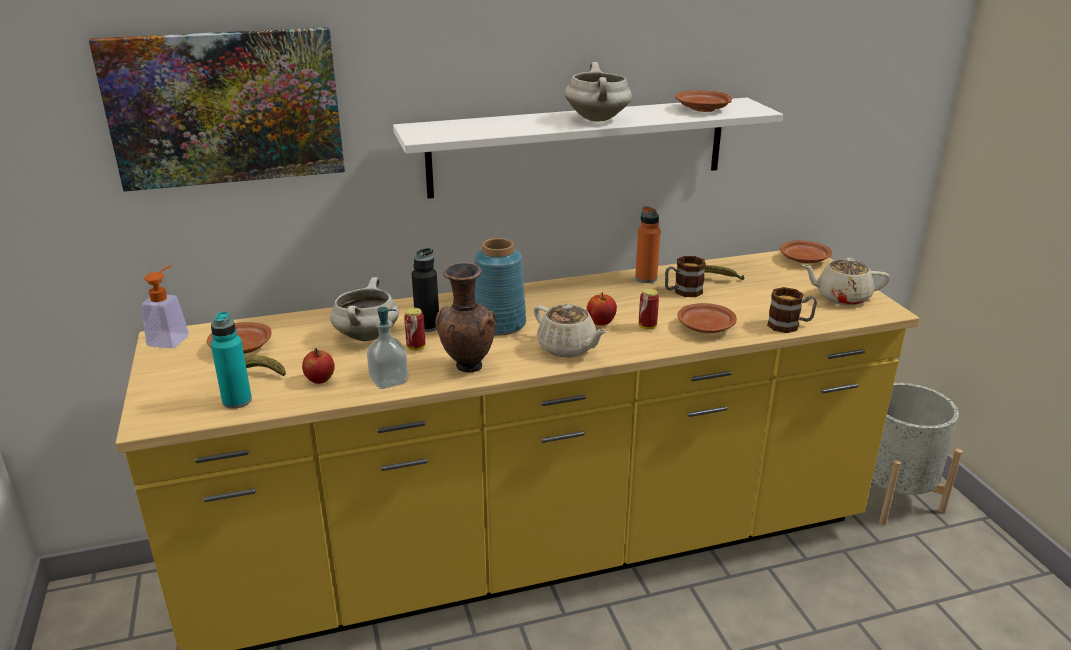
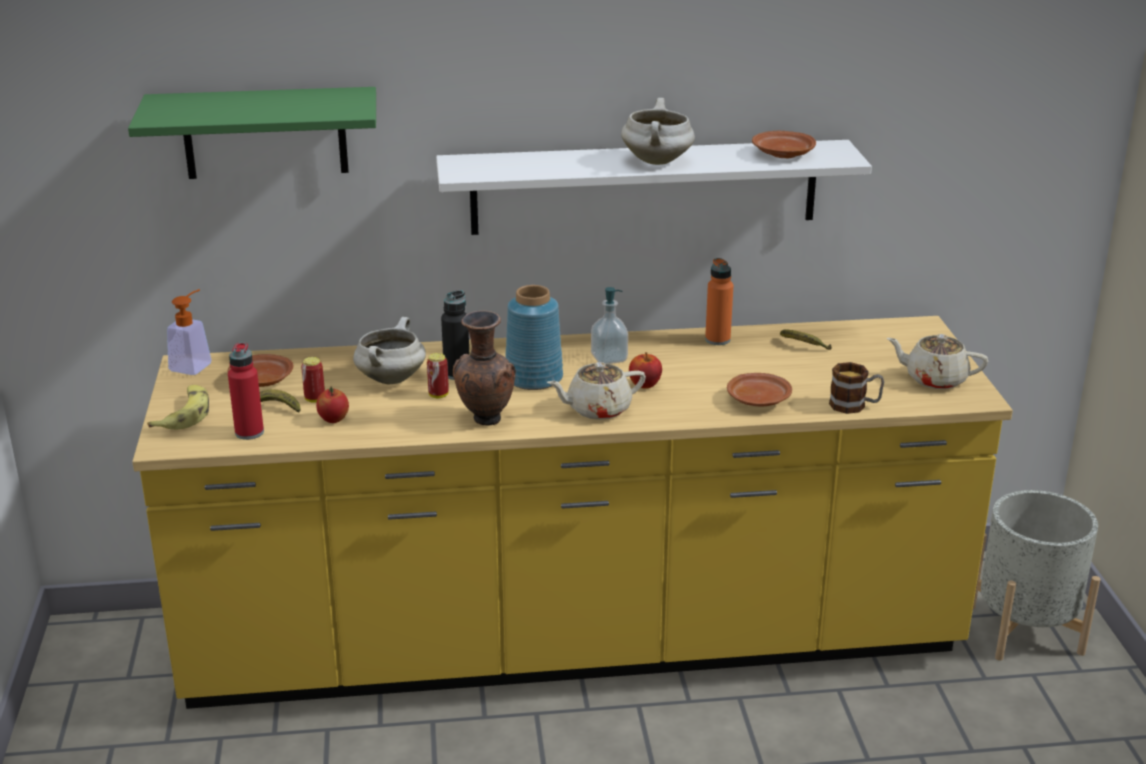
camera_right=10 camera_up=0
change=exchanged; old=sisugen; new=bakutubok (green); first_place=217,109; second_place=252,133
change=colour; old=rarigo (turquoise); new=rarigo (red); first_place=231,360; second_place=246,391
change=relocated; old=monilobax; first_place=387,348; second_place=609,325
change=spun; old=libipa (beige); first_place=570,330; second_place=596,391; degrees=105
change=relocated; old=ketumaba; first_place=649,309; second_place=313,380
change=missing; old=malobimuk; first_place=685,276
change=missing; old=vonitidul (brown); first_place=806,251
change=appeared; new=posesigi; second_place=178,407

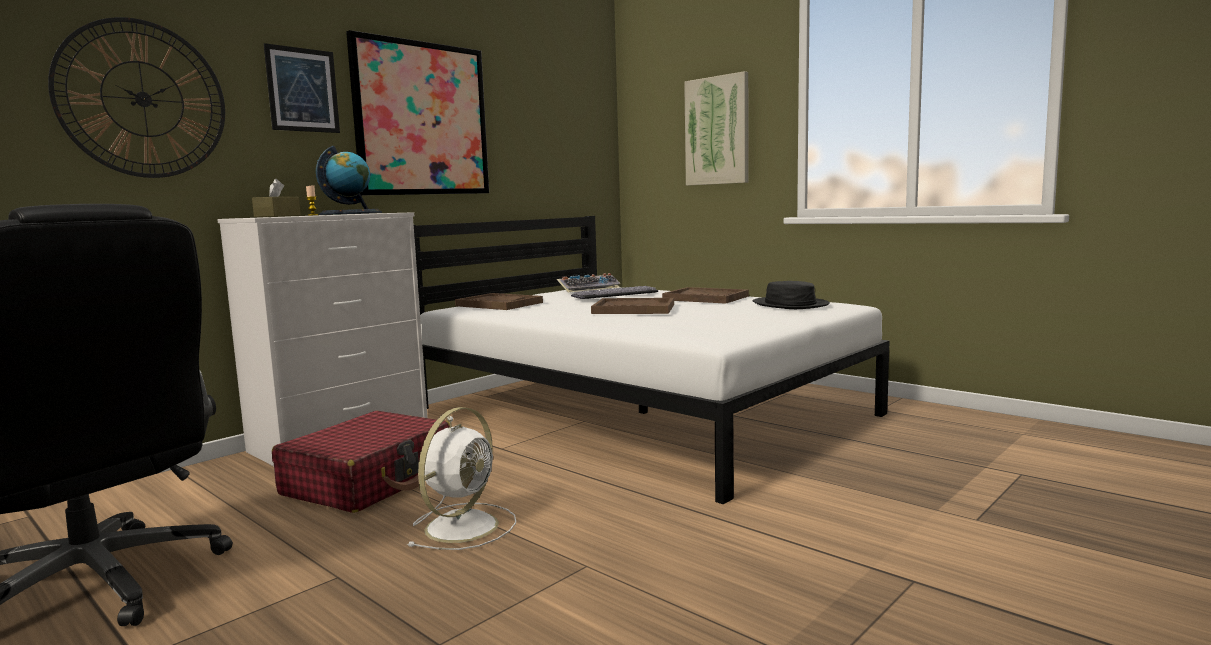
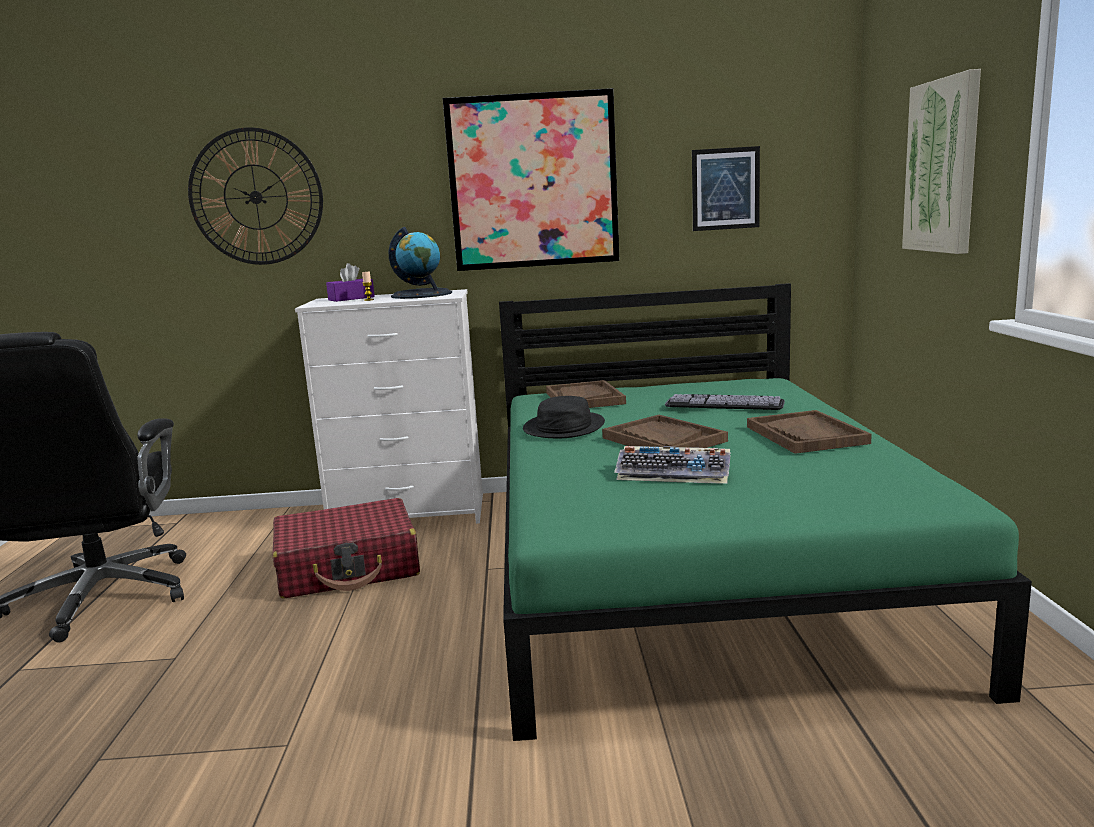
camera_right=45 camera_up=5
change=colour; old=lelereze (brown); new=lelereze (purple); first_place=276,197; second_place=350,282
change=relocated; old=sisugen; first_place=302,88; second_place=726,188
change=missing; old=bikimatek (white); first_place=461,478
change=colour; old=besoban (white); new=besoban (green); first_place=651,360; second_place=765,512
change=relocated; old=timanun; first_place=589,283; second_place=672,465
change=relocated; old=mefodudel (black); first_place=791,295; second_place=564,417

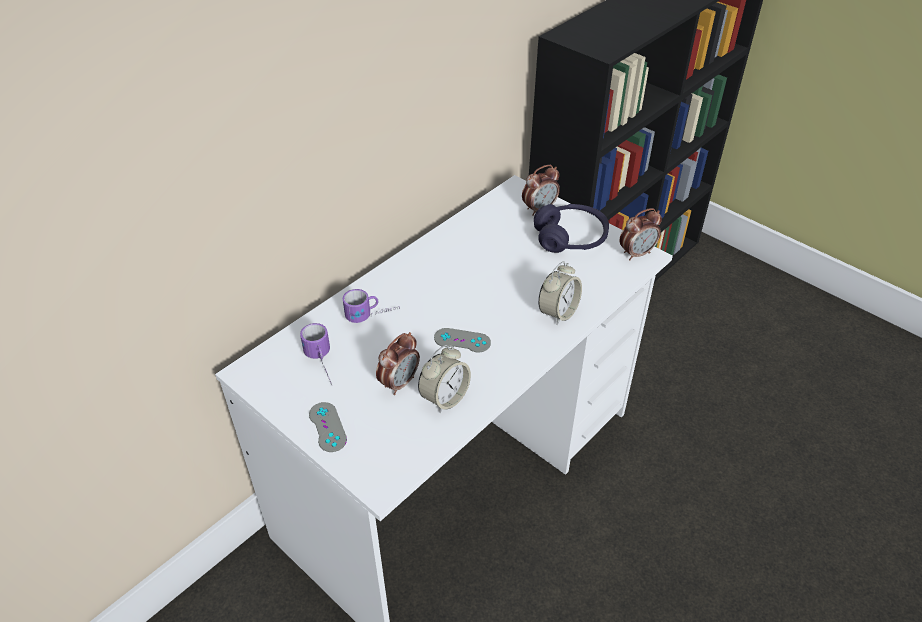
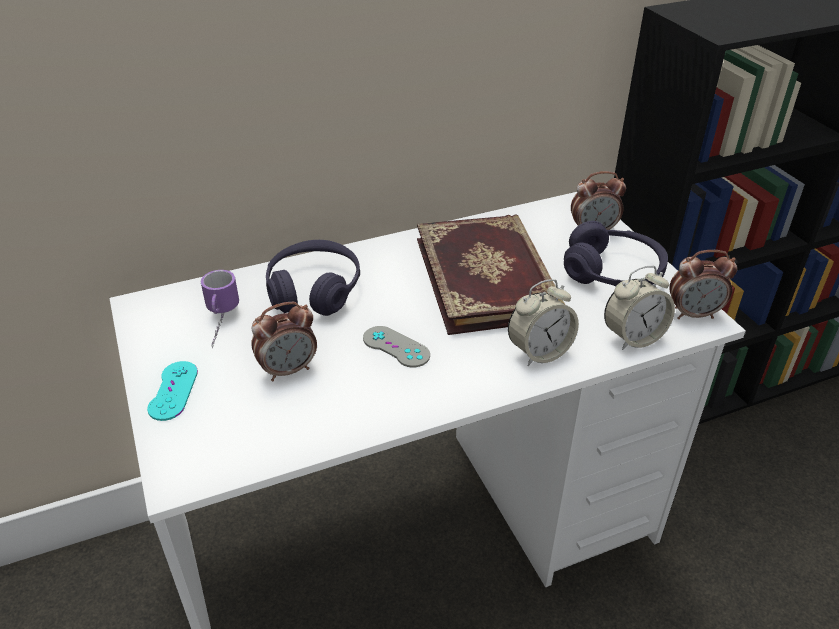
camera_right=25 camera_up=-5
change=colour; old=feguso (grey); new=feguso (turquoise); first_place=328,427; second_place=172,391
change=exchanged; old=malobimuk; new=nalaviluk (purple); first_place=371,306; second_place=313,278
change=relocated; old=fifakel; first_place=444,379; second_place=639,308
change=appeared; new=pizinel; second_place=491,274

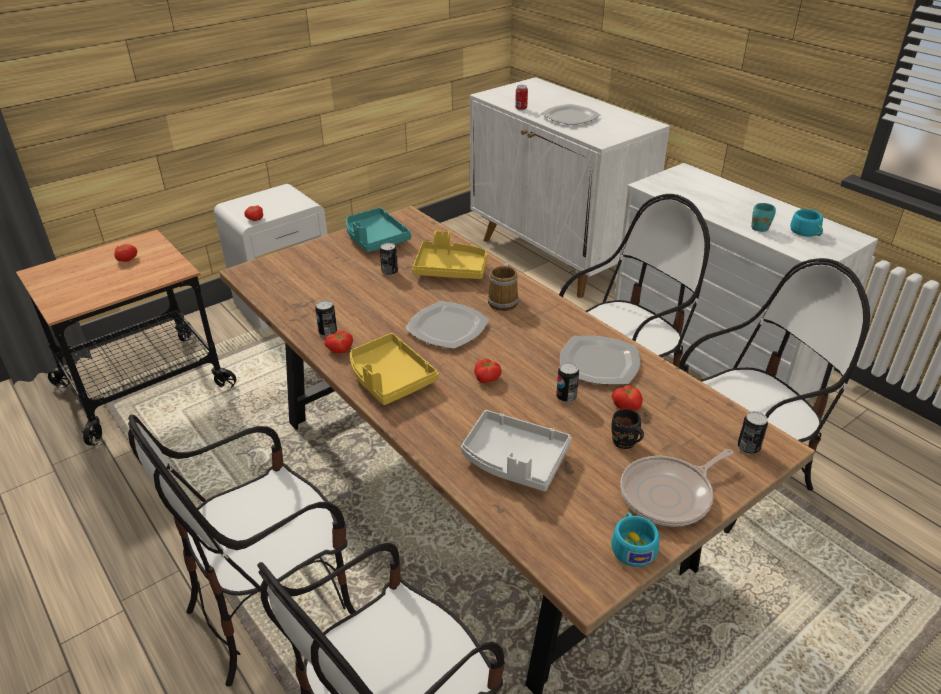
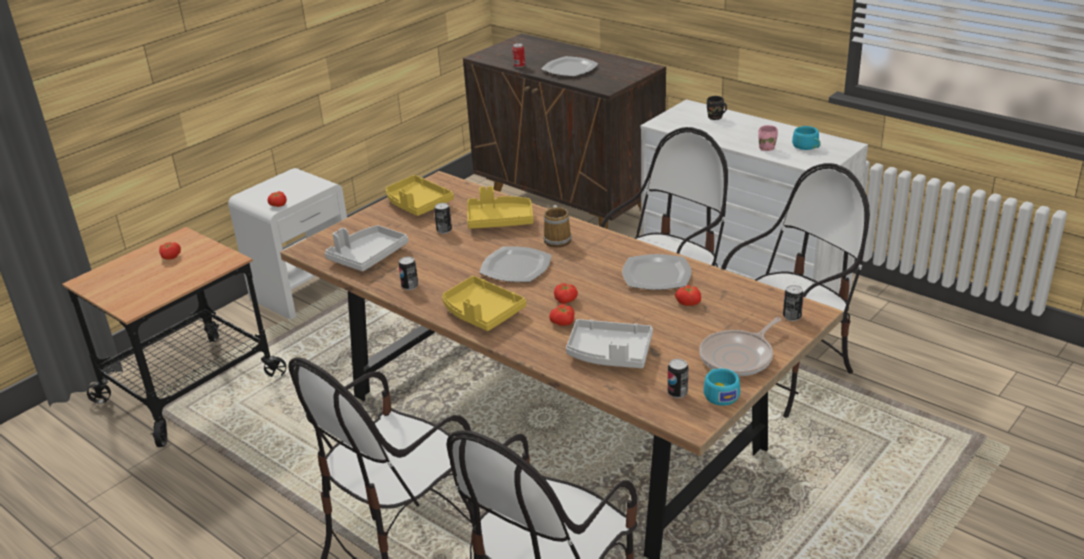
camera_right=-10 camera_up=-5
change=relocated; old=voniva; first_place=339,342; second_place=561,315
change=colour; old=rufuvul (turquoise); new=rufuvul (yellow); first_place=378,229; second_place=420,195
change=colour; old=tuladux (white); new=tuladux (brown); first_place=570,187; second_place=564,131
change=relocated; old=ketumaba; first_place=567,382; second_place=678,378
change=relocated; old=malobimuk (black); first_place=627,429; second_place=717,108
change=colour; old=malobimuk (turquoise); new=malobimuk (pink); first_place=763,217; second_place=768,138
change=appeared; new=rufuvul (grey); second_place=366,248

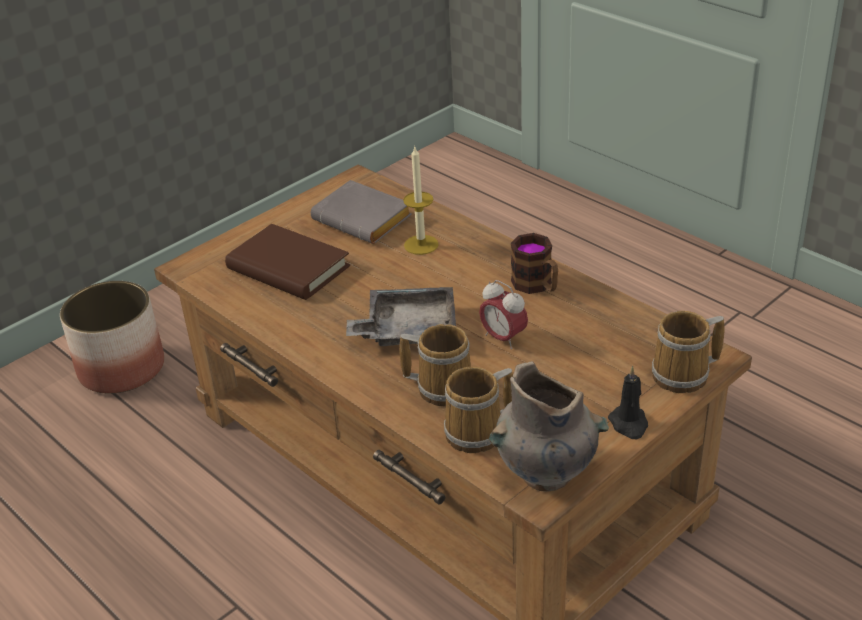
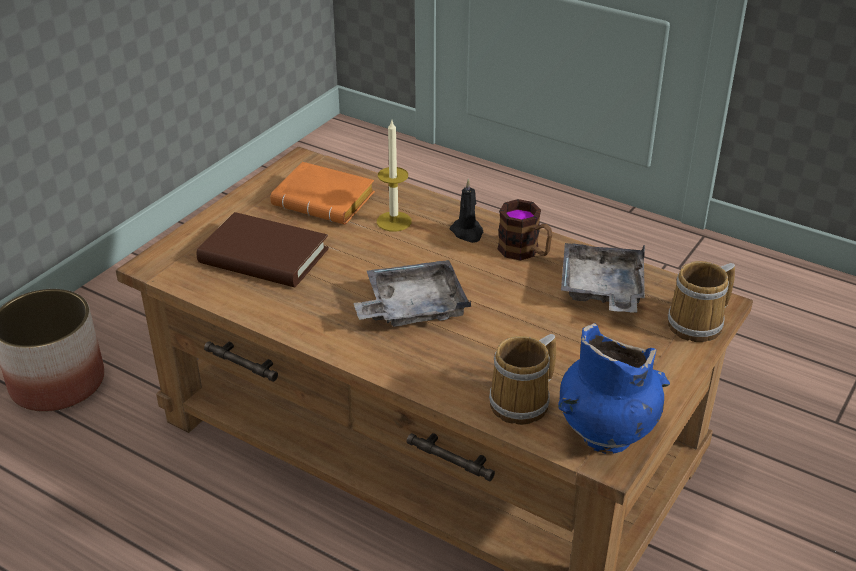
camera_right=-15 camera_up=0
change=colour; old=pizinel (grey); new=pizinel (orange); first_place=361,212; second_place=322,193
change=missing; old=malobimuk; first_place=435,365
change=missing; old=fifakel; first_place=503,314
change=colour; old=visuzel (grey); new=visuzel (blue); first_place=549,426; second_place=614,388
change=relocated; old=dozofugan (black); first_place=628,402; second_place=466,211
change=appeared; new=rufuvul (grey); second_place=603,277

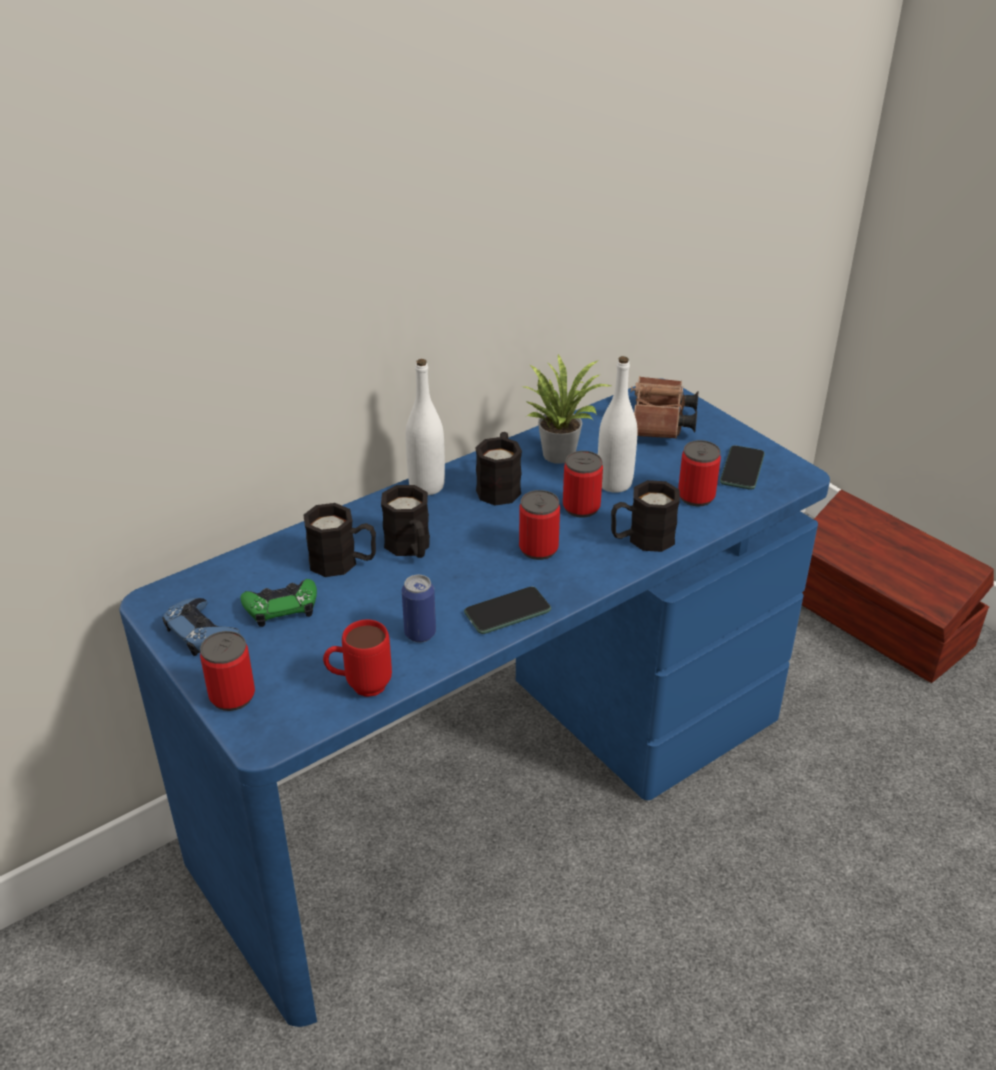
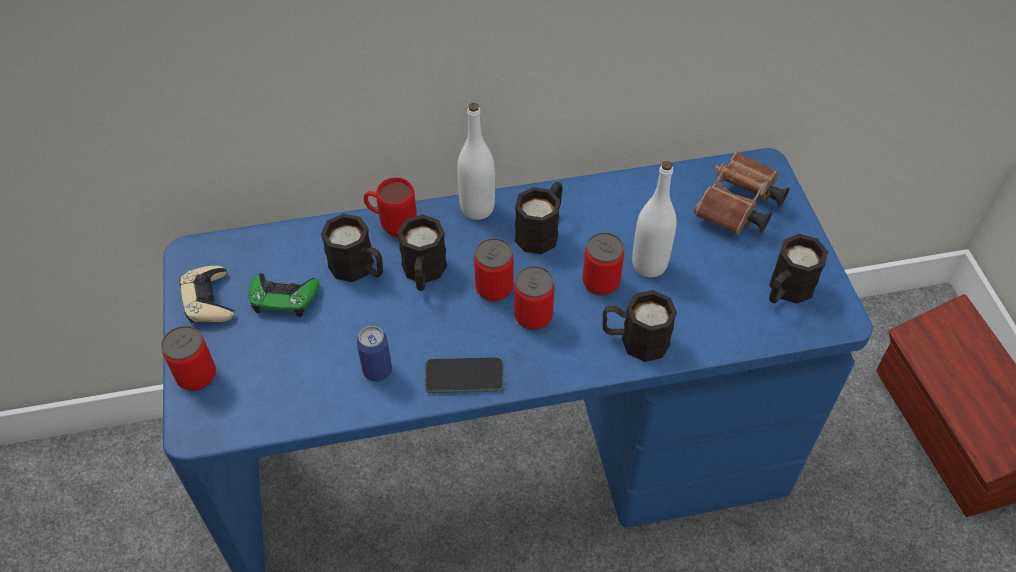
camera_right=25 camera_up=15
change=colour; old=feguso (blue); new=feguso (beige); first_place=201,627; second_place=207,294
change=relocated; old=malobimuk (red); first_place=357,658; second_place=390,207
change=missing; old=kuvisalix; first_place=565,409
change=relocated; old=ketumaba; first_place=699,473; second_place=494,269
change=exchanged; old=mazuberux; new=malobimuk (black); first_place=742,467; second_place=798,269

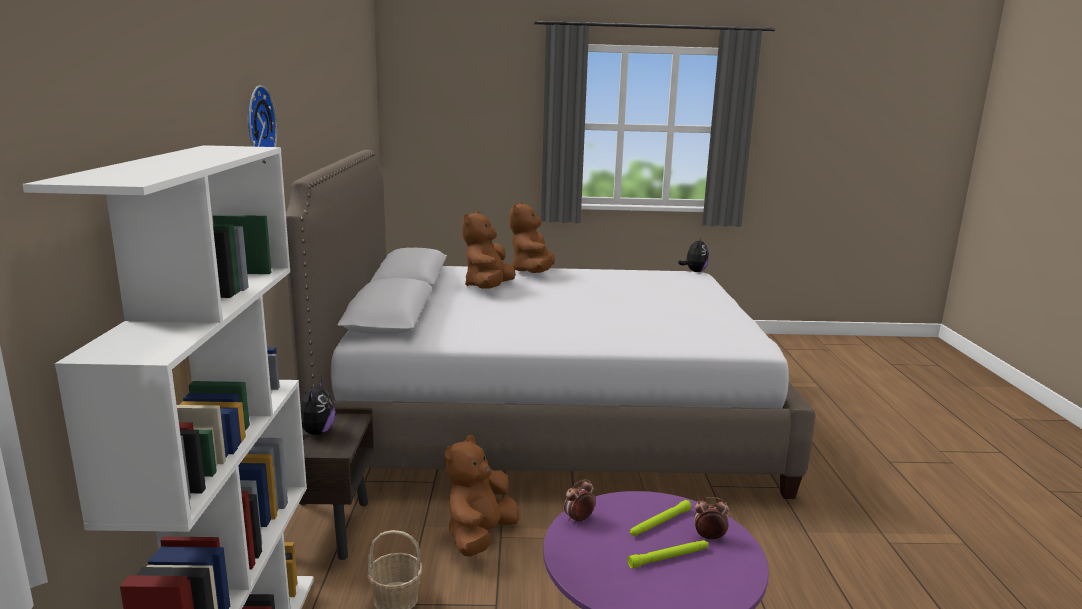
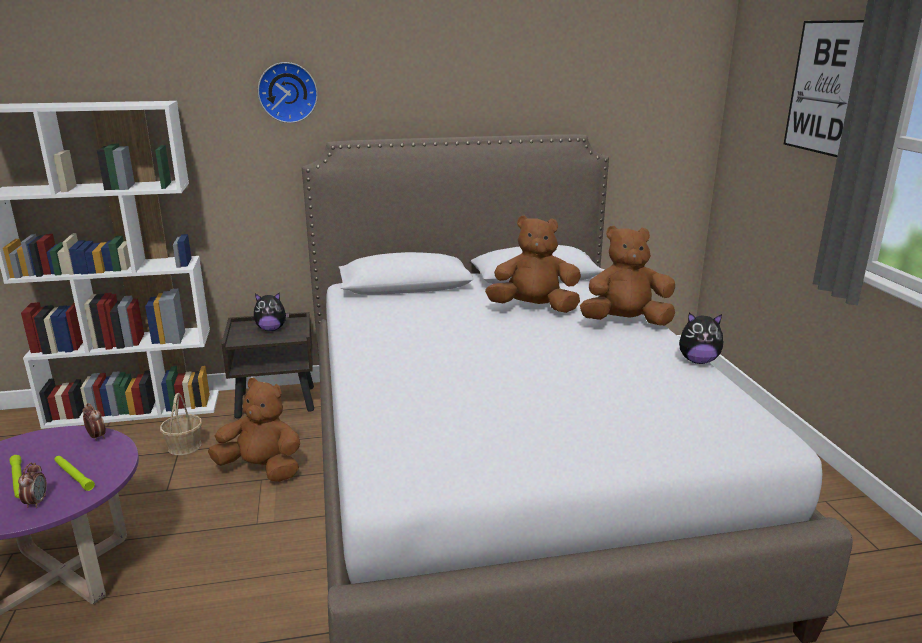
camera_right=80 camera_up=5
change=relocated; old=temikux; first_place=693,255; second_place=701,338
change=appeared; new=sisugen; second_place=824,88

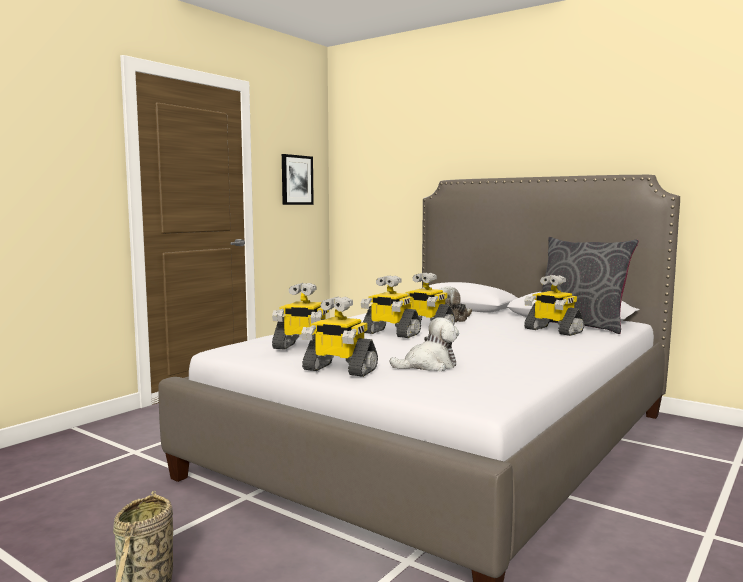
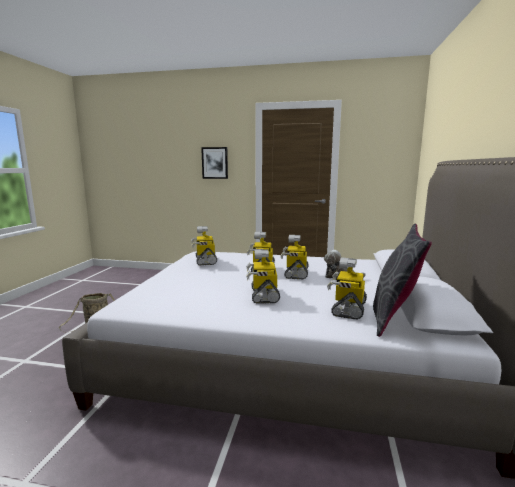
camera_right=65 camera_up=5
change=relocated; old=sisugen; first_place=298,179; second_place=214,163
change=relocated; old=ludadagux; first_place=339,336; second_place=263,276
change=missing; old=temikux; first_place=424,344

